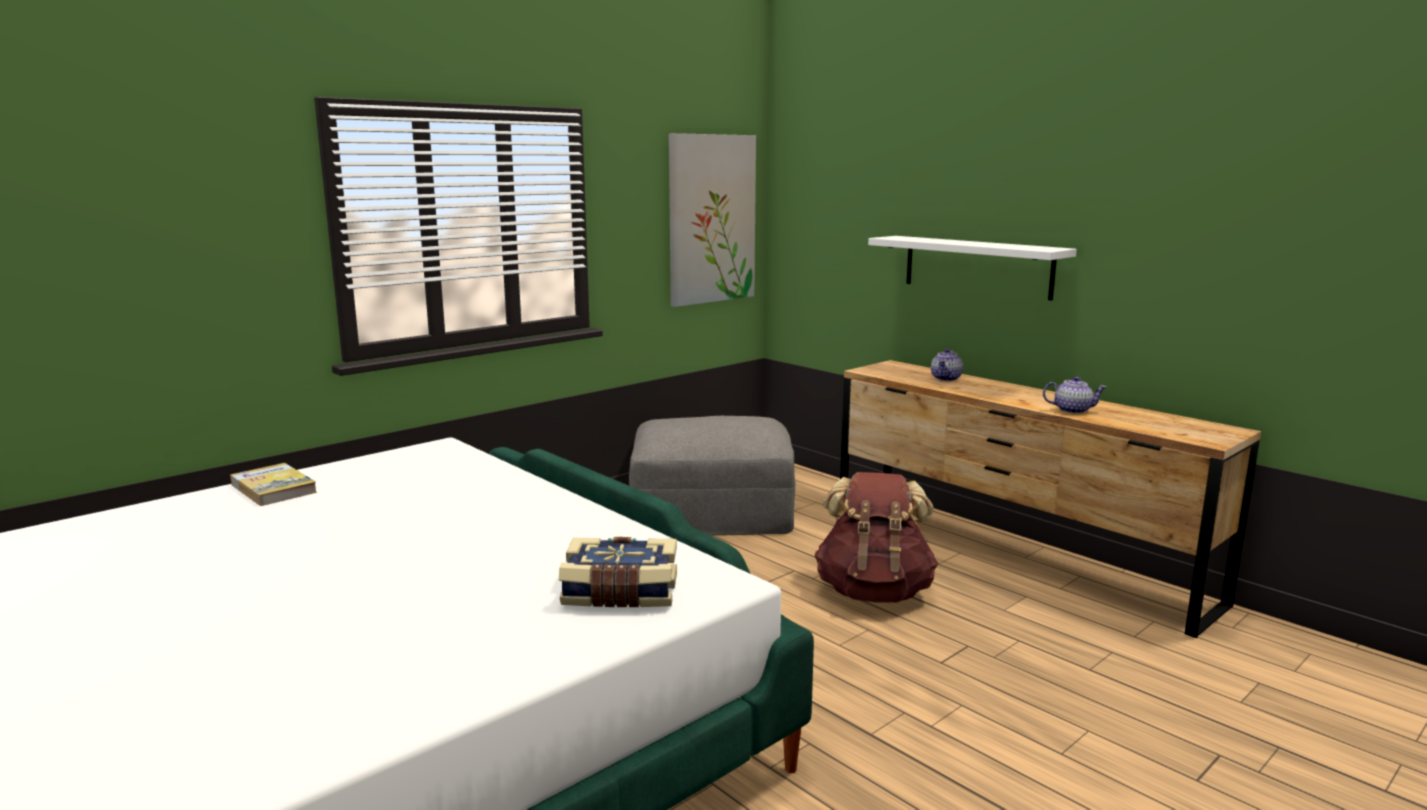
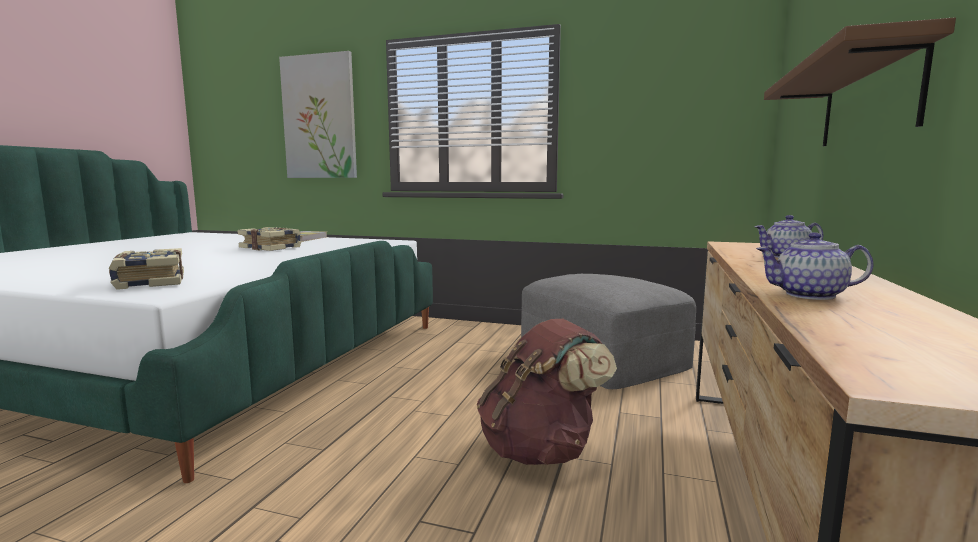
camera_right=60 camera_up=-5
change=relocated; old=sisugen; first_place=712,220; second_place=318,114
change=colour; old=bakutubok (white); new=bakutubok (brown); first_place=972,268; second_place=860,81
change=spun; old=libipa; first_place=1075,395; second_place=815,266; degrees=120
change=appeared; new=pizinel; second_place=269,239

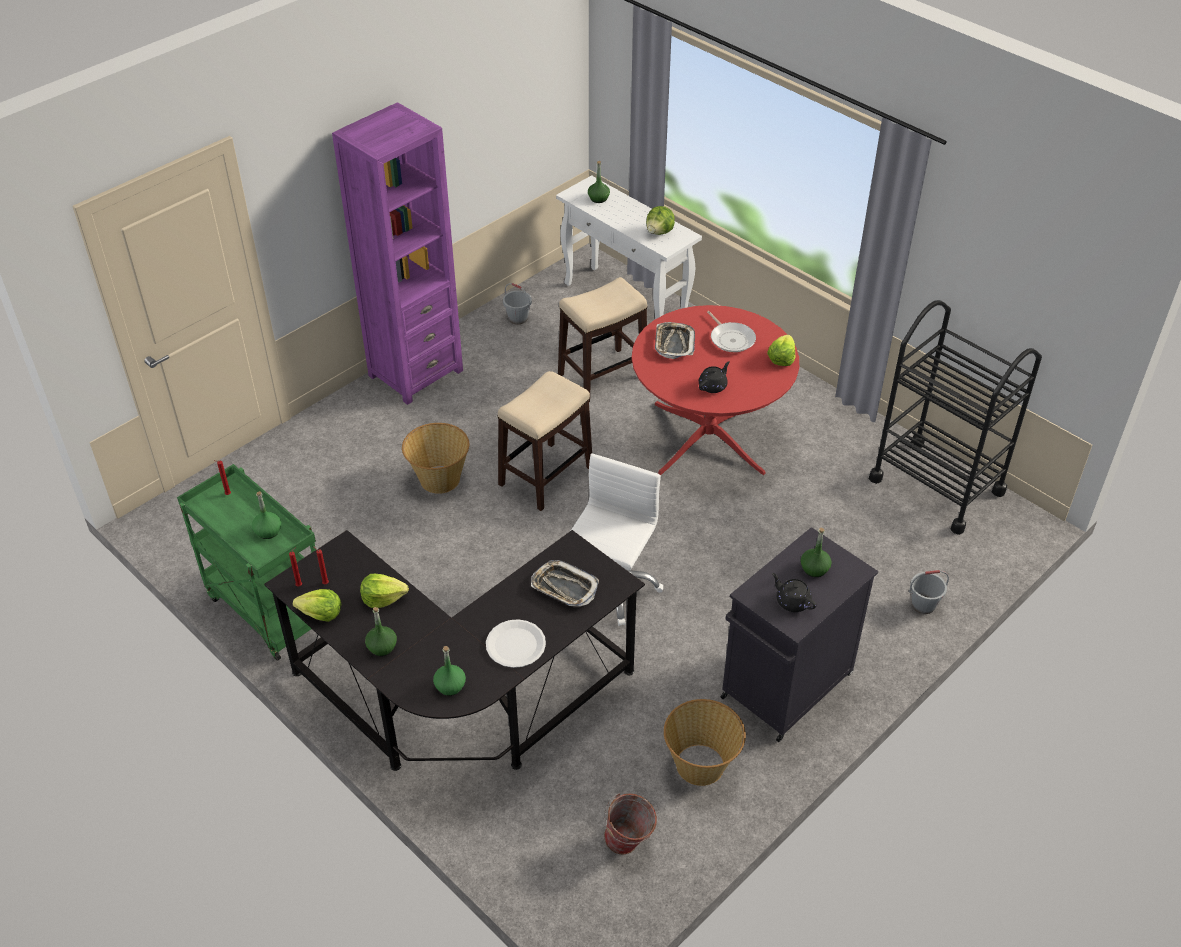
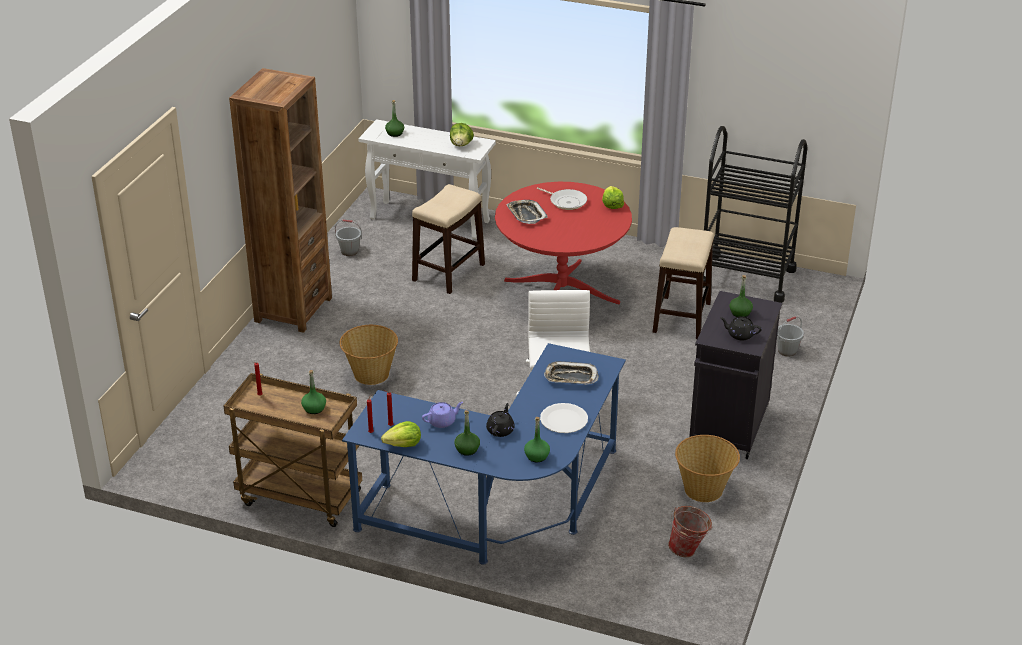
camera_right=-25 camera_up=-10
change=colour; old=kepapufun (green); new=kepapufun (brown); first_place=246,562; second_place=293,450
change=colour; old=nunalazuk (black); new=nunalazuk (blue); first_place=454,650; second_place=484,454
change=colour; old=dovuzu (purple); new=dovuzu (brown); first_place=397,253; second_place=280,200
change=exchanged; old=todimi; new=libipa (purple); first_place=384,591; second_place=442,415
change=relocated; old=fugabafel; first_place=545,441; second_place=683,283
change=relocated; old=libipa (black); first_place=714,377; second_place=500,420

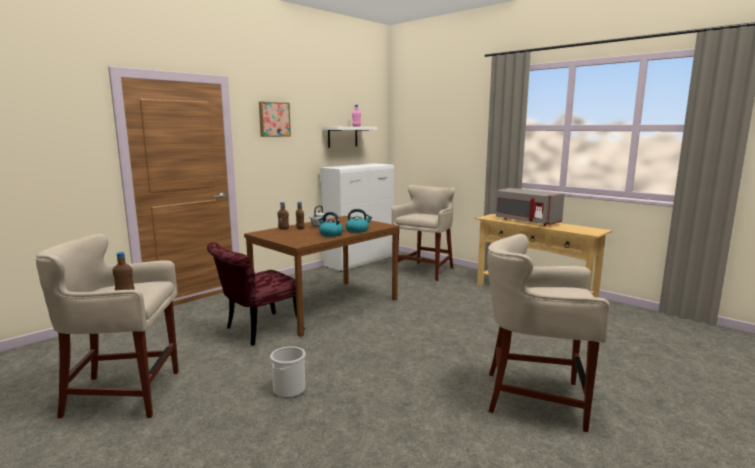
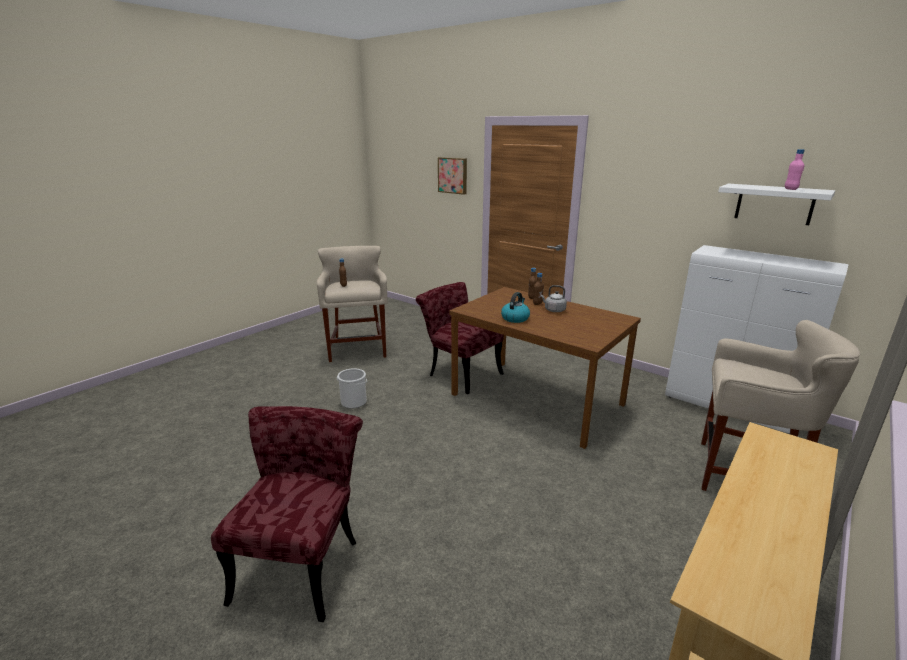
camera_right=85 camera_up=10
change=relocated; old=sisugen; first_place=275,119; second_place=452,176
change=missing; old=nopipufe; first_place=359,221
change=exchanged; old=fugabafel (beige); new=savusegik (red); first_place=548,333; second_place=287,514
change=missing; old=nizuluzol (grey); first_place=530,207

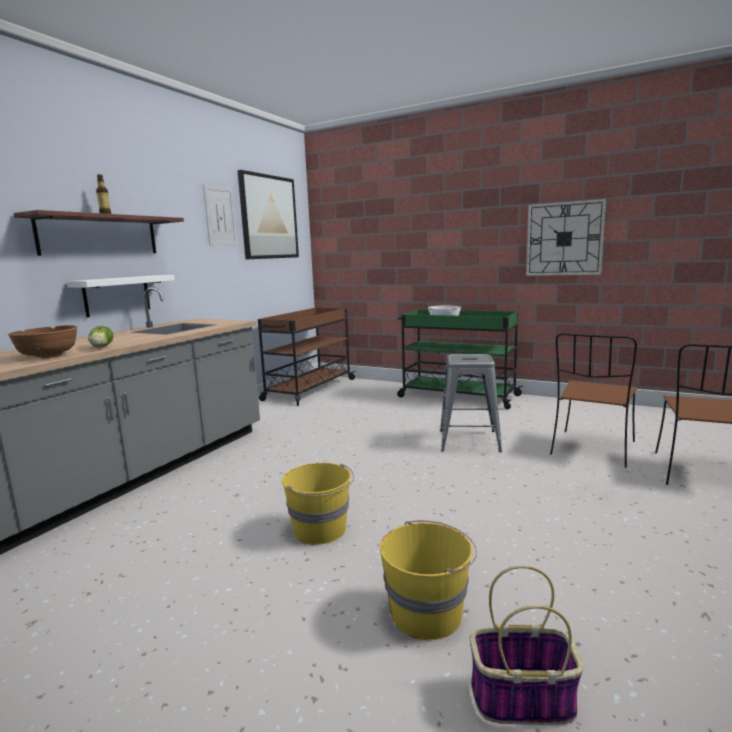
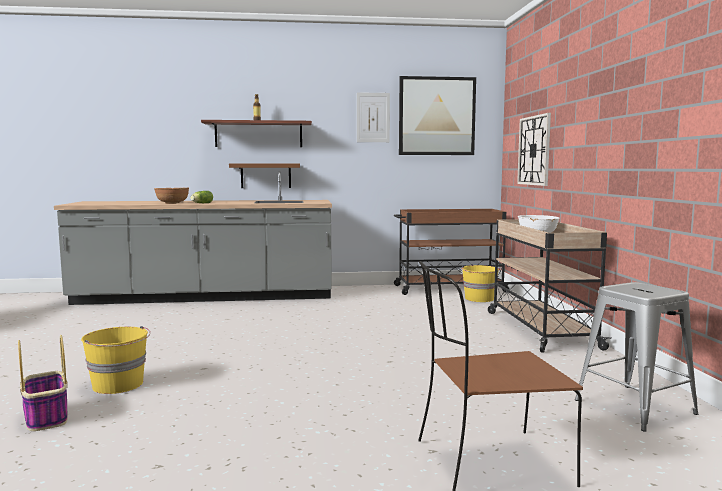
camera_right=55 camera_up=-5
change=colour; old=bakutubok (white); new=bakutubok (brown); first_place=121,296; second_place=264,175
change=relocated; old=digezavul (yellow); first_place=318,504; second_place=480,283
change=colour; old=kepapufun (green); new=kepapufun (beige); first_place=460,359; second_place=549,286
change=relocated; old=fugabafel (grey); first_place=471,403; second_place=637,357
change=relocated; old=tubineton; first_place=566,237; second_place=534,149
change=missing; old=savusegik (brown); first_place=593,400

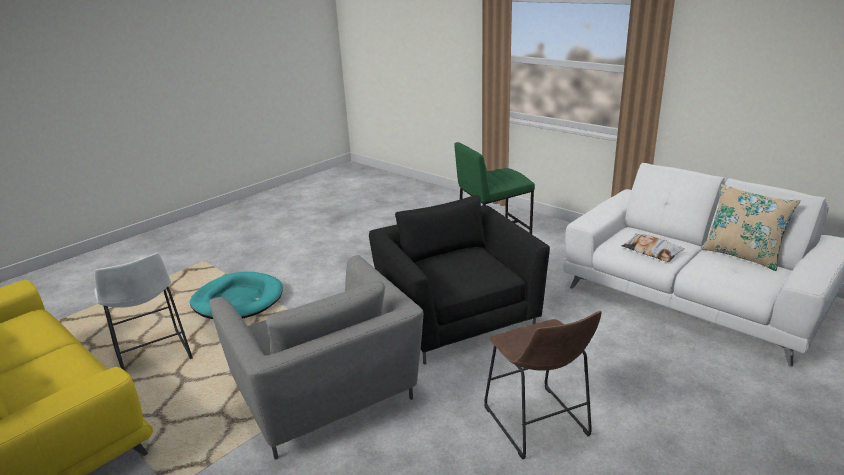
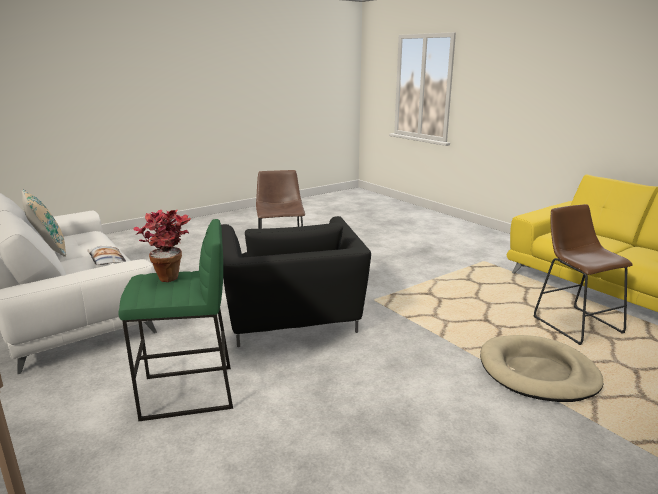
camera_right=-170 camera_up=-5
change=colour; old=fugabafel (white); new=fugabafel (brown); first_place=143,312; second_place=583,274
change=colour; old=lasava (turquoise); new=lasava (beige); first_place=236,295; second_place=541,368
change=missing; old=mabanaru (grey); first_place=316,357
change=appeared; new=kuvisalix; second_place=162,246

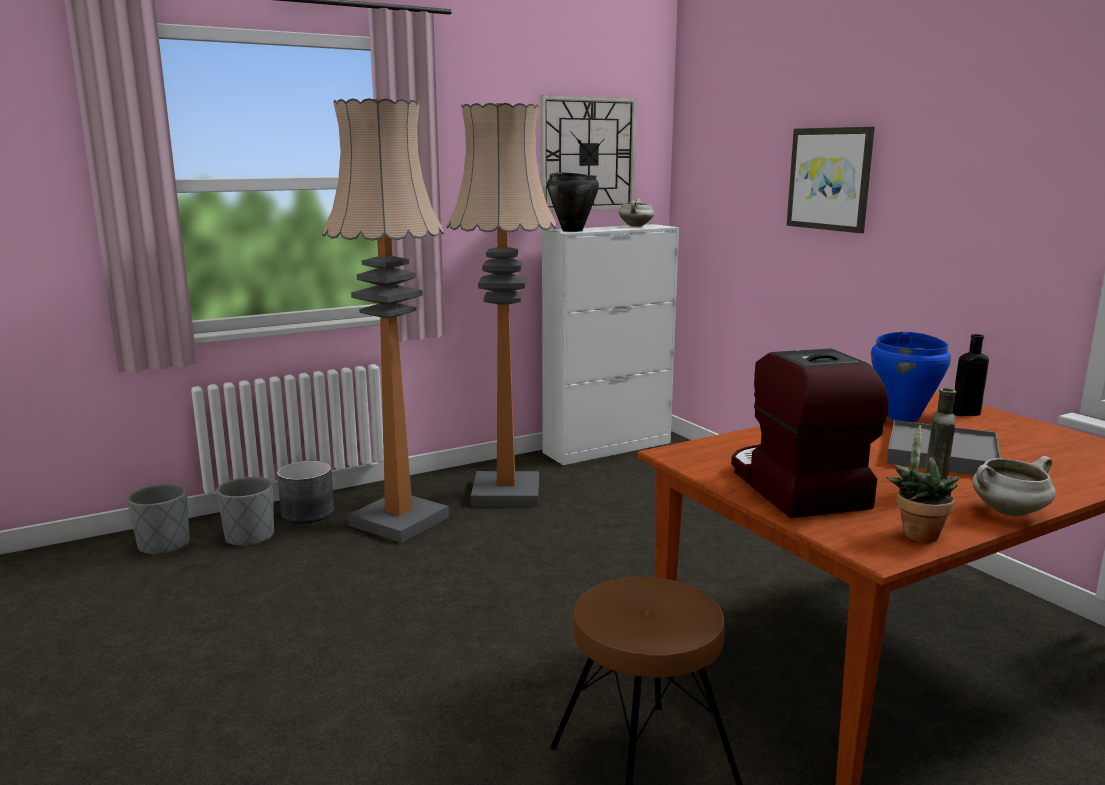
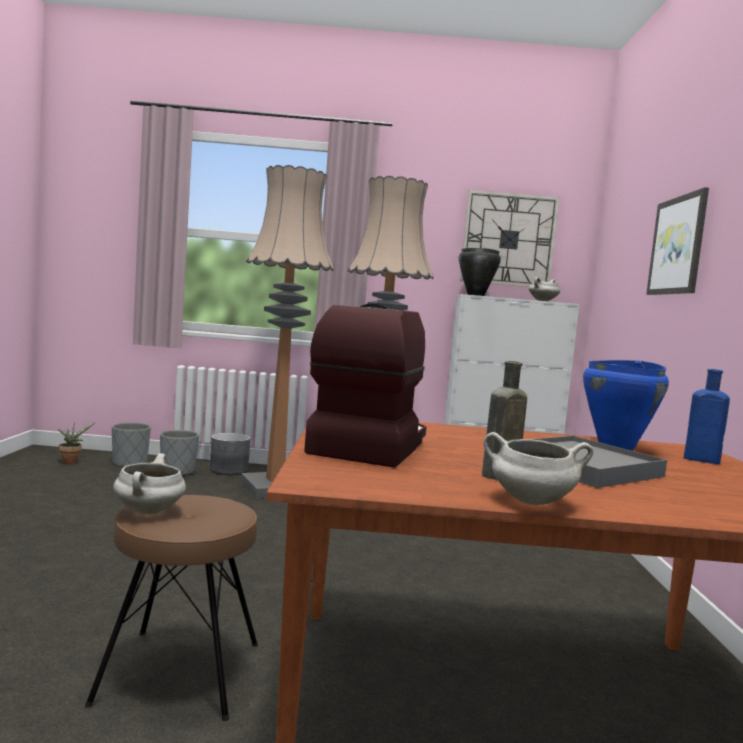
camera_right=30 camera_up=-10
change=relocated; old=kuvisalix; first_place=923,484; second_place=76,443
change=colour; old=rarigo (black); new=rarigo (blue); first_place=971,375; second_place=707,416
change=appeared; new=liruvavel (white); second_place=149,484

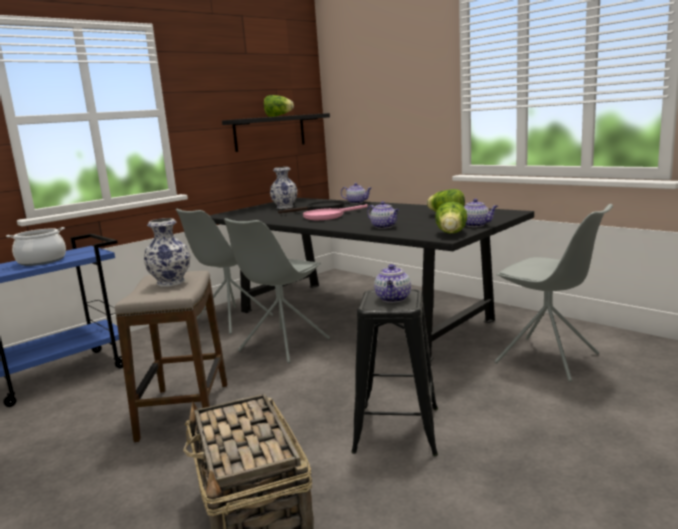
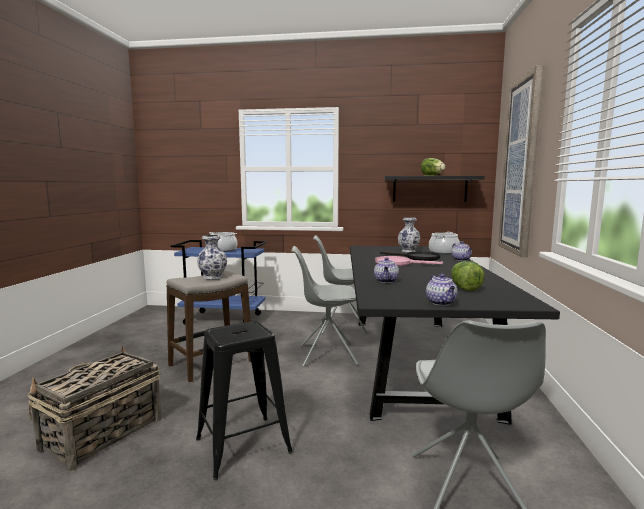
camera_right=50 camera_up=-5
change=missing; old=libipa; first_place=392,283
change=missing; old=todimi; first_place=451,217
change=appeared; new=liruvavel; second_place=444,243
change=appeared; new=sisugen; second_place=521,161

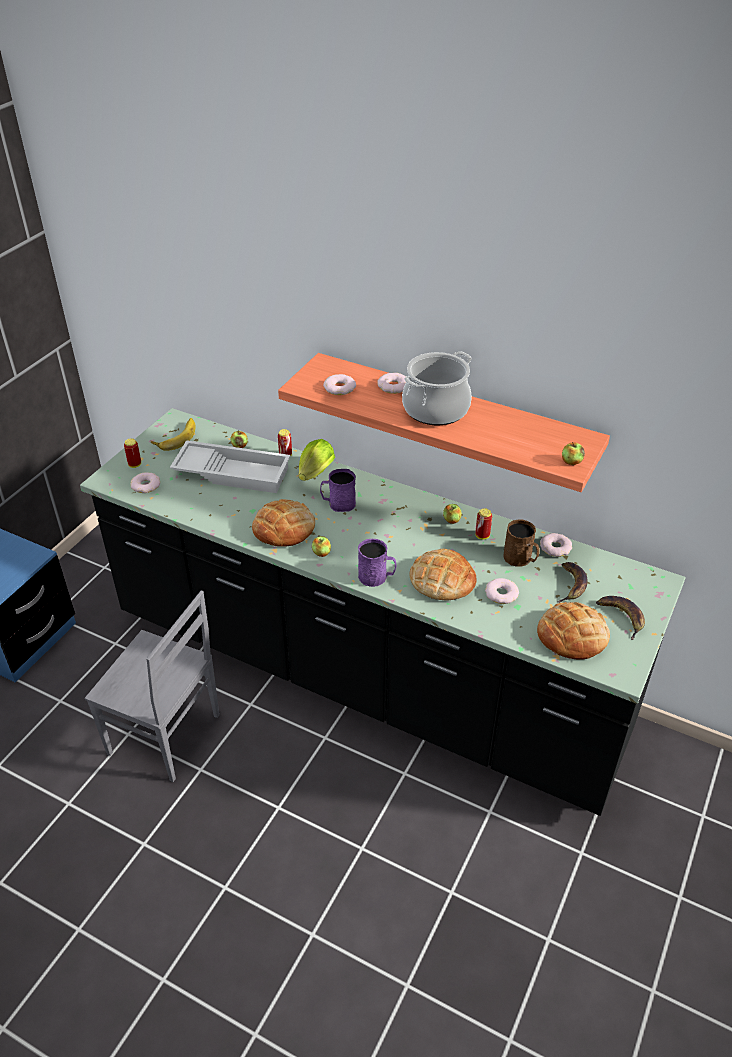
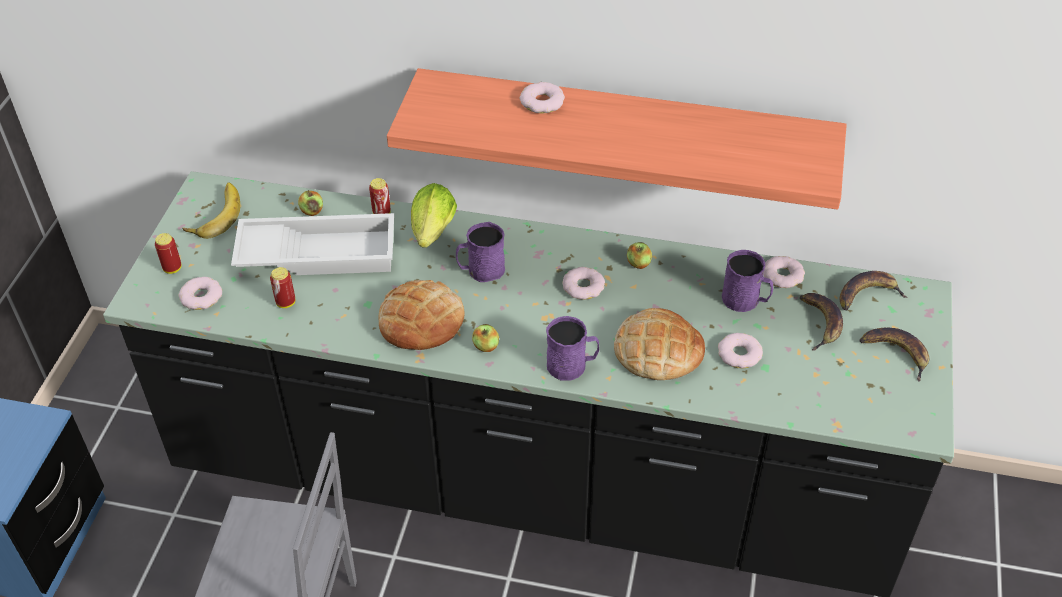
camera_right=-15 camera_up=5
change=relocated; old=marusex; first_place=339,384; second_place=583,283
change=missing; old=liruvavel; first_place=437,388
change=relocated; old=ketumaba; first_place=483,524; second_place=282,287
change=colour; old=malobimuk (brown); new=malobimuk (purple); first_place=521,543; second_place=747,281
change=missing; old=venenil; first_place=573,631
change=missing; old=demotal; first_place=573,453
change=appeared; new=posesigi; second_place=873,290

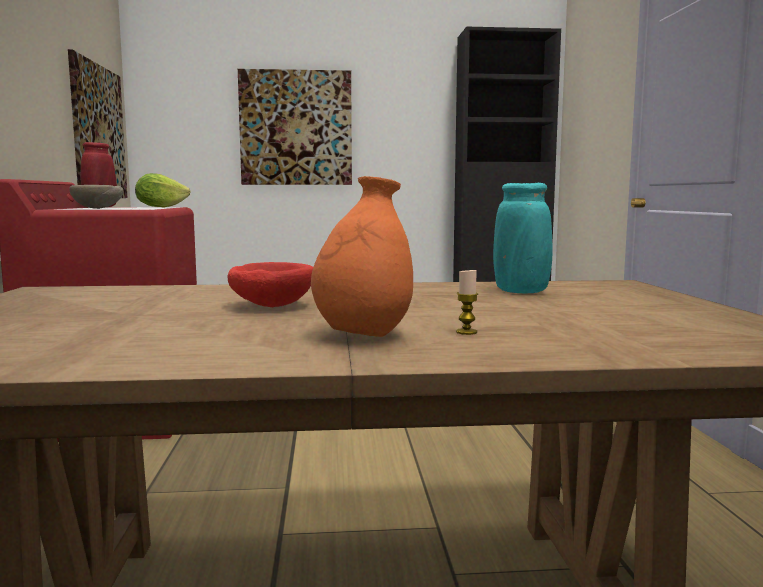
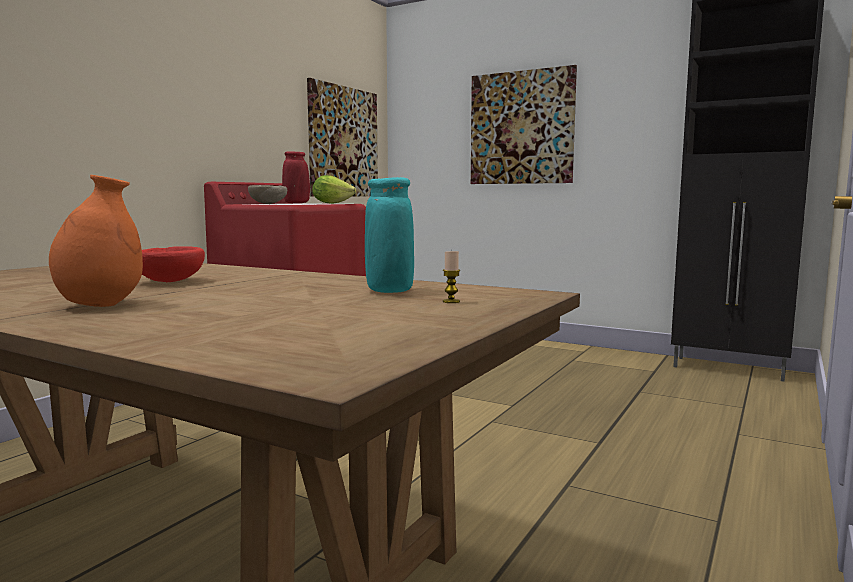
camera_right=35 camera_up=0
change=relocated; old=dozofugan; first_place=467,302; second_place=451,276

